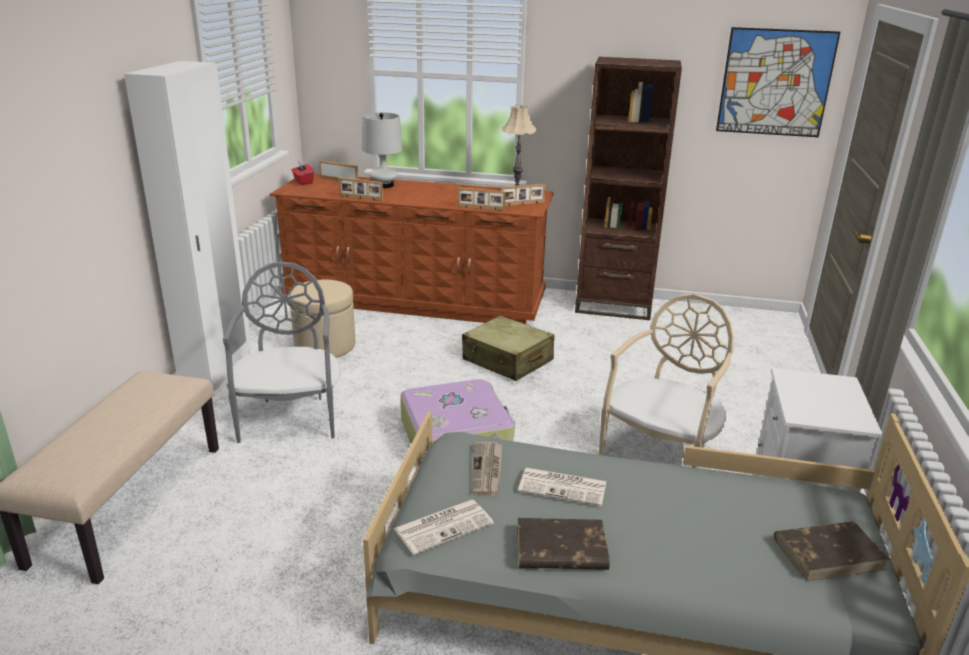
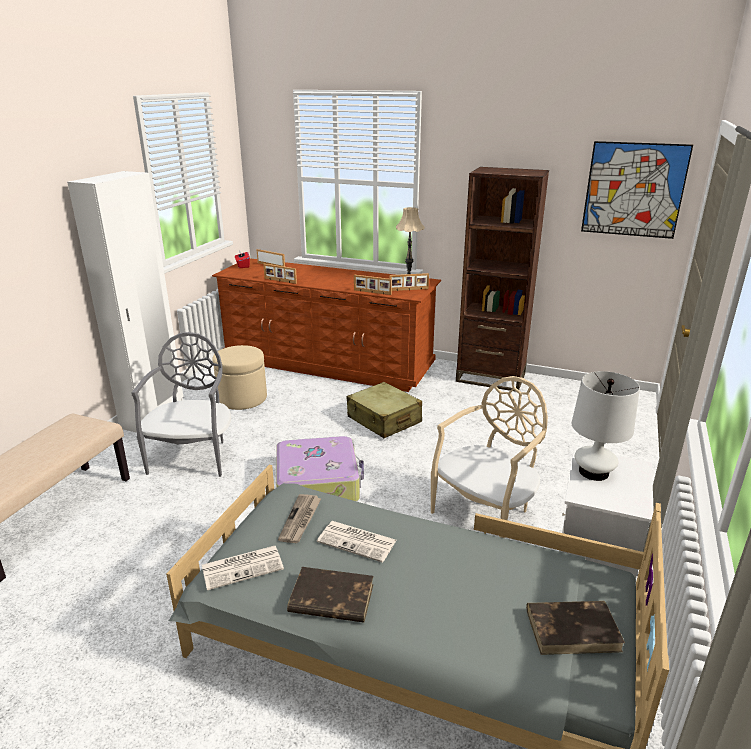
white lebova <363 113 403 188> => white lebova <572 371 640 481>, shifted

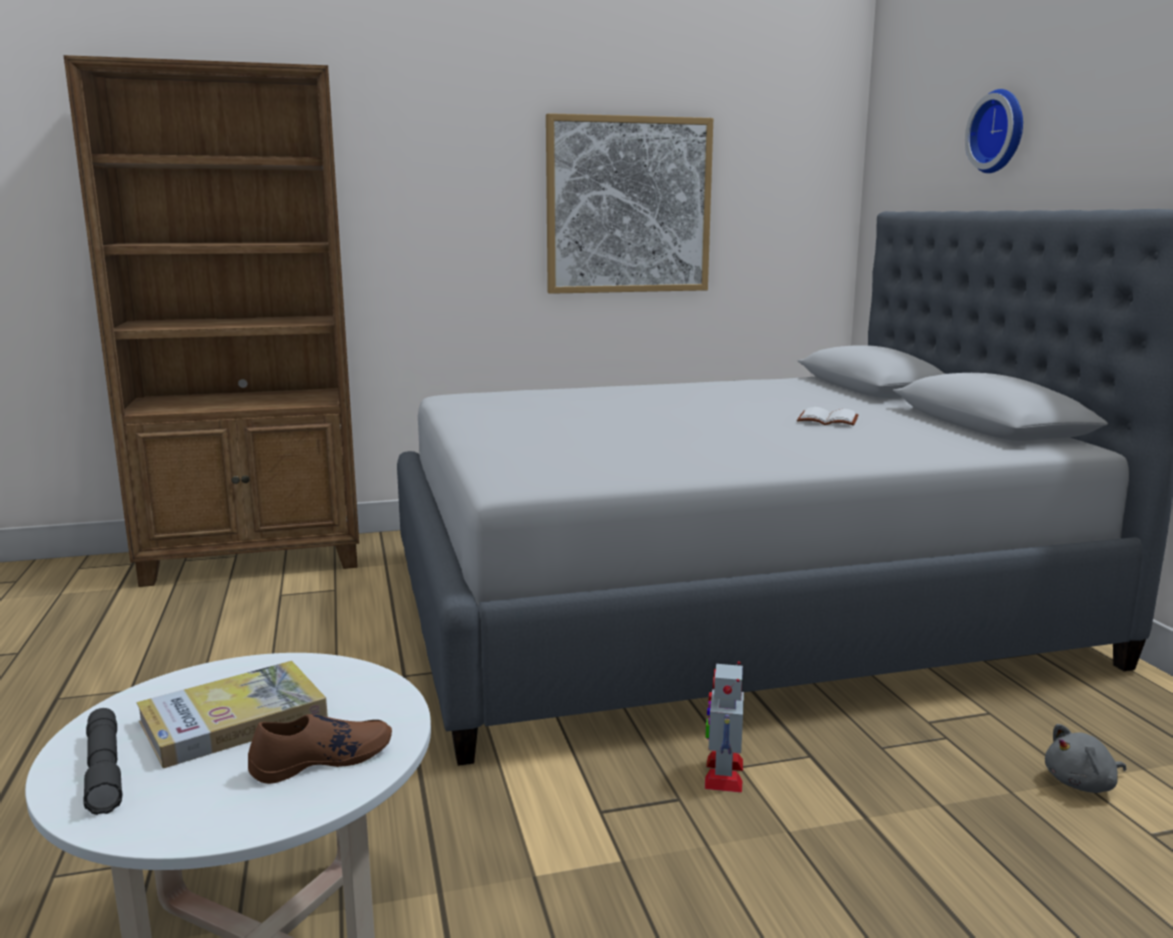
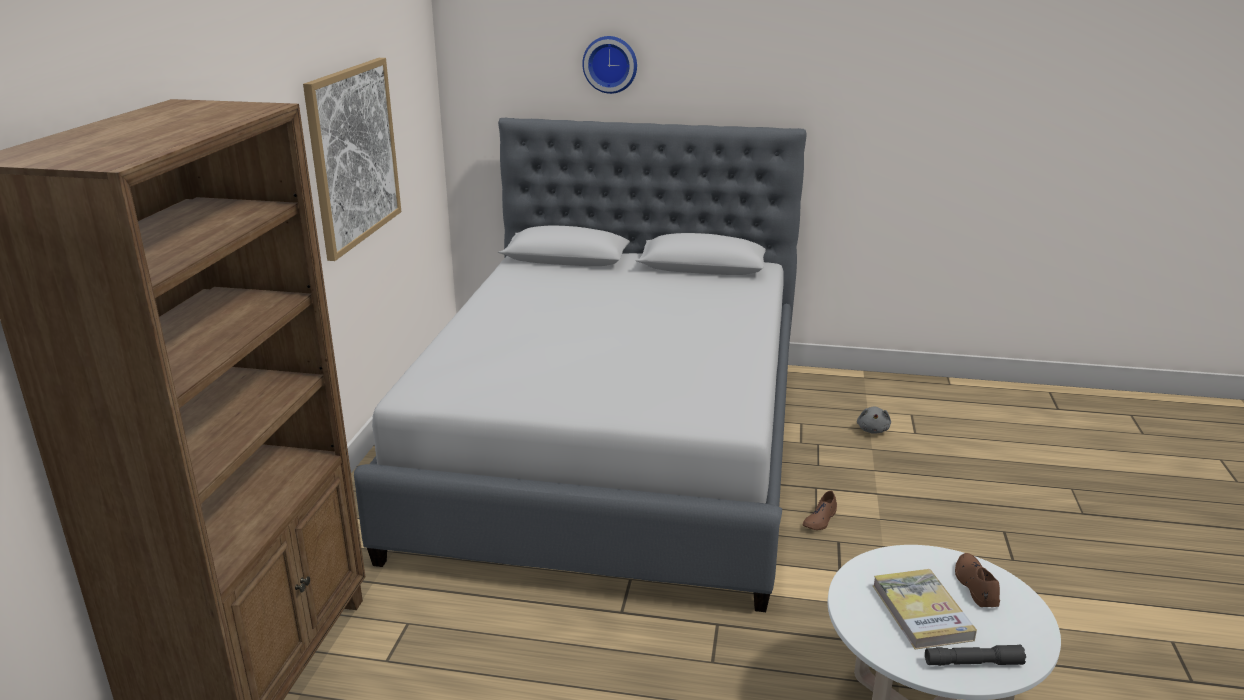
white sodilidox <797 407 858 426> => nothing
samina <705 661 744 793> => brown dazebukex <803 491 837 530>

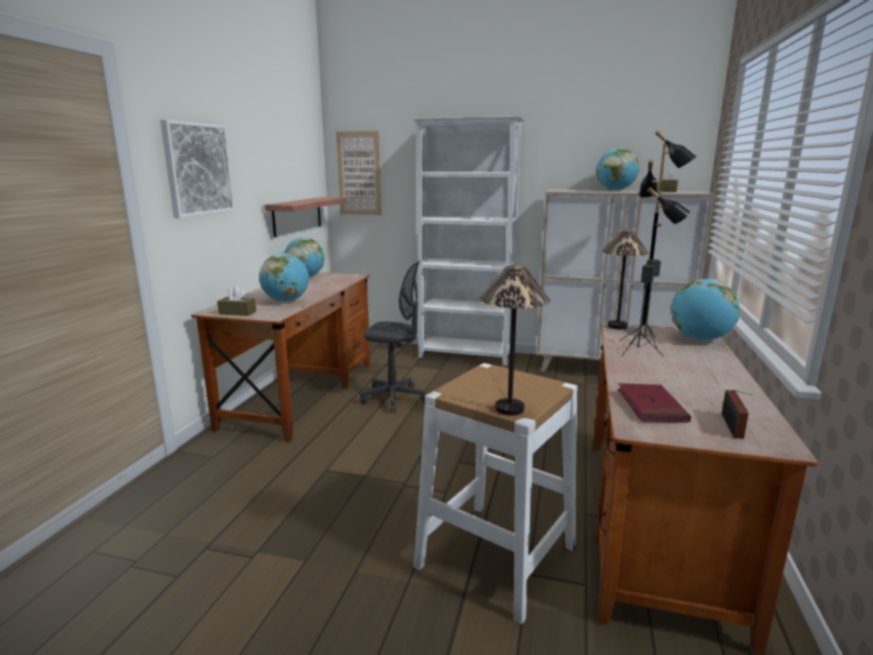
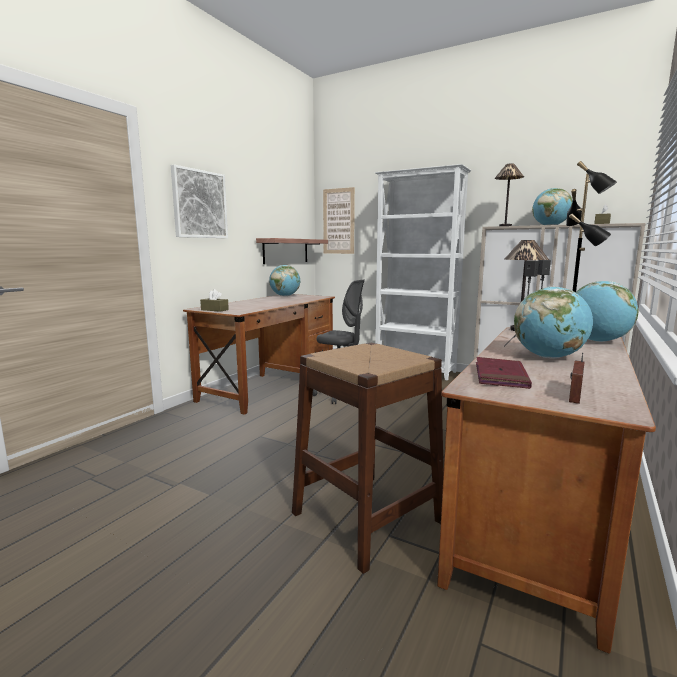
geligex <259 253 309 302> => geligex <514 286 593 359>, shifted
lebova <480 266 550 416> => lebova <495 163 524 226>, shifted
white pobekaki <413 363 578 624> => brown pobekaki <292 342 444 574>

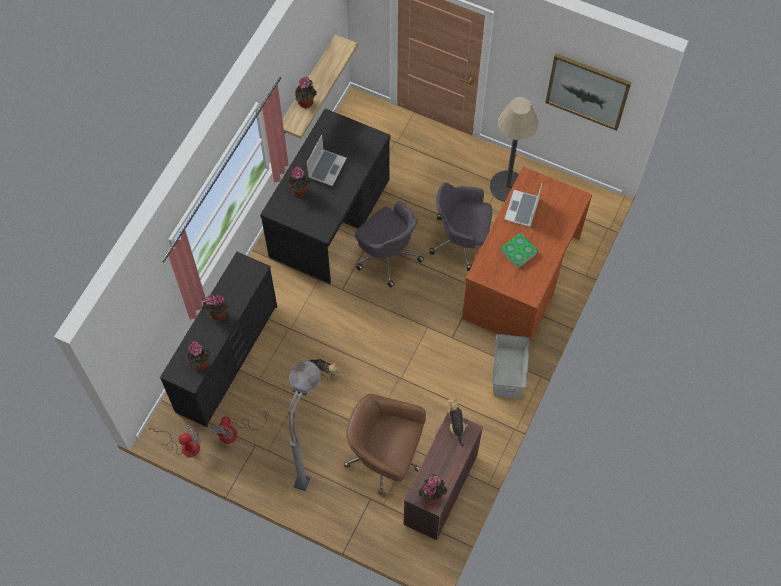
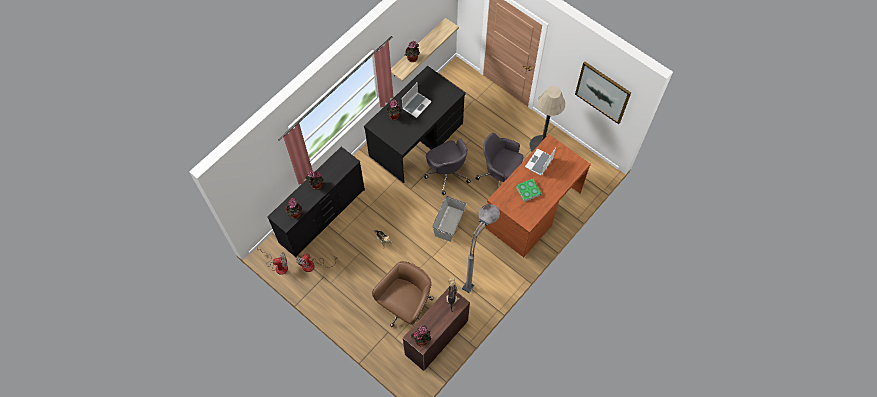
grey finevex <288 361 320 491> => grey finevex <462 204 500 293>, shifted
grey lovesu <492 334 530 399> => grey lovesu <432 196 467 242>, shifted
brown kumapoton <344 394 426 495> => brown kumapoton <372 261 434 327>, 90 degrees clockwise

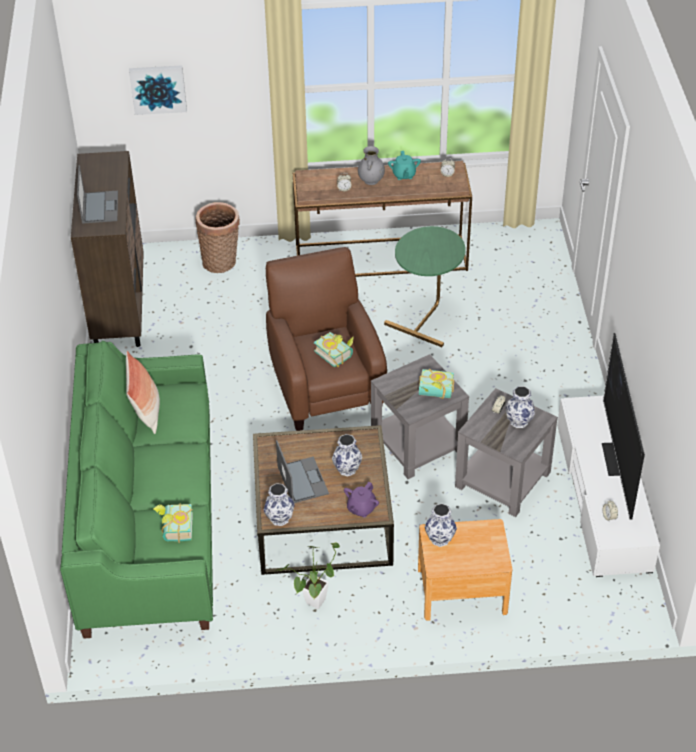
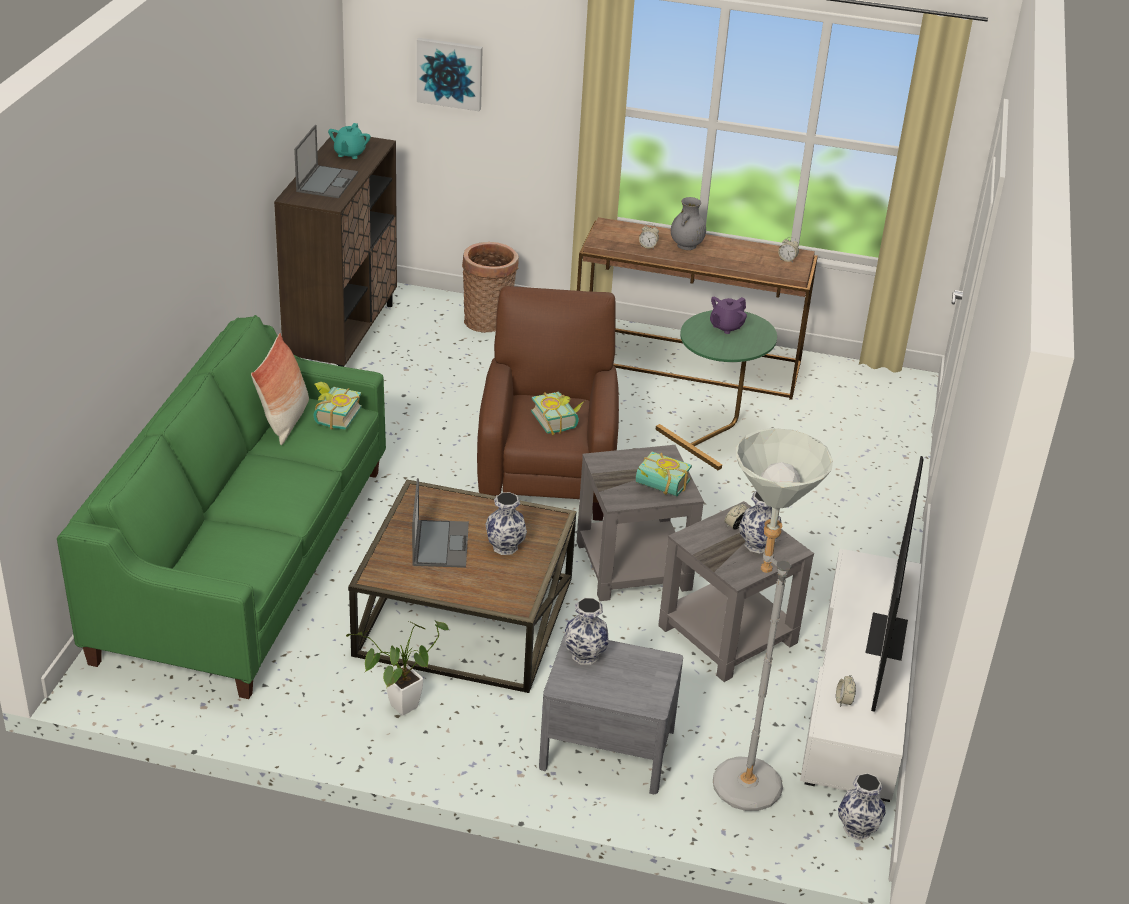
nothing => grey finevex <713 428 833 811>
sodilidox <154 503 193 543> => sodilidox <313 382 362 430>, shifted
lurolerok <264 483 295 526> => lurolerok <838 773 886 840>, shifted
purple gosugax <344 482 379 517> => purple gosugax <710 297 747 334>, shifted
turquoise gosugax <388 151 421 180> => turquoise gosugax <328 123 370 159>, shifted
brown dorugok <418 519 512 621> => grey dorugok <539 634 683 794>

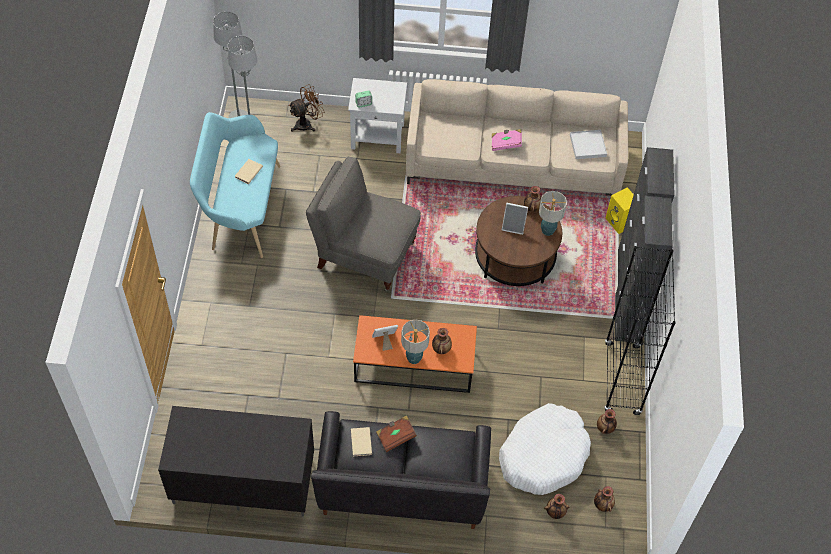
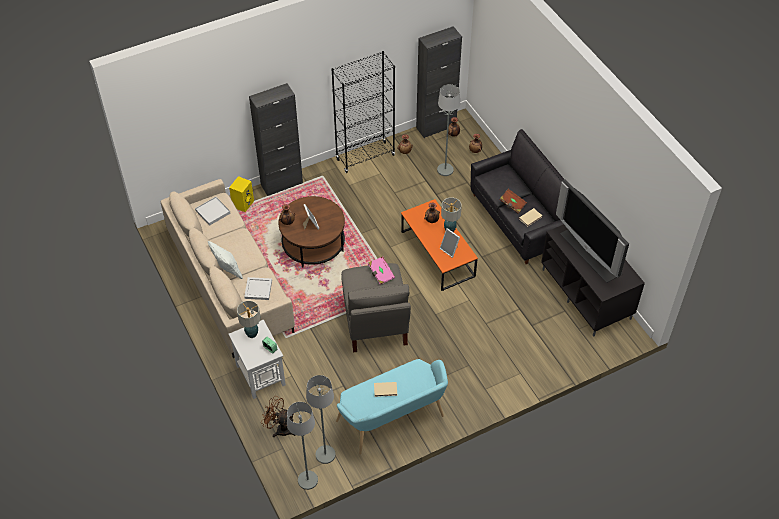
nothing => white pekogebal <208 241 243 279>
nothing => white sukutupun <244 277 272 300>
nothing => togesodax <556 179 629 283>
pink sodilidox <492 129 522 151> => pink sodilidox <368 256 395 285>, shifted
lebova <539 191 567 236> => lebova <237 301 260 338>, shifted
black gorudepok <615 196 673 343> => black gorudepok <416 26 462 138>, shifted
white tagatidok <499 403 591 495> => grey finevex <437 84 460 176>

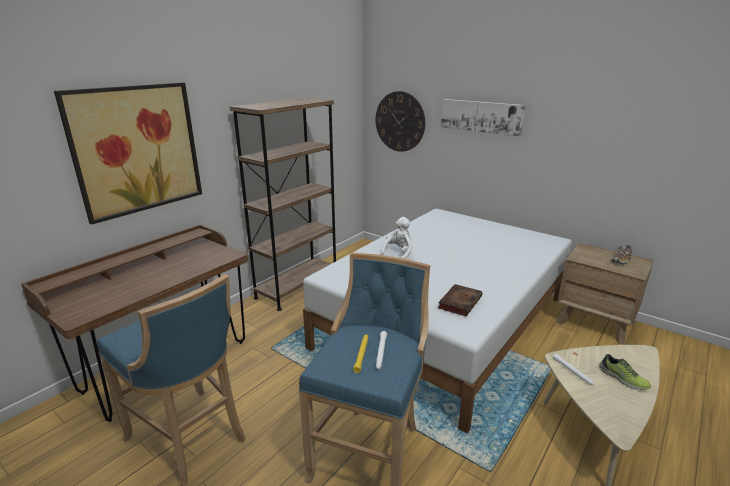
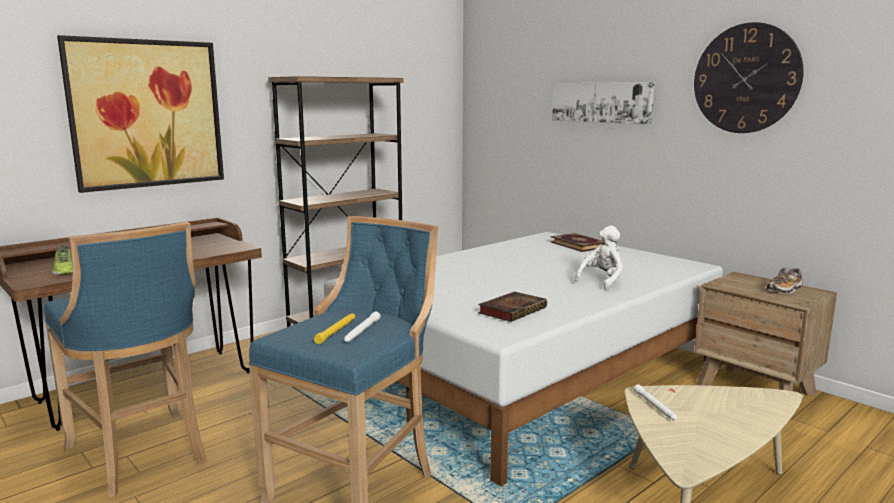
nothing => sodilidox <550 233 605 252>
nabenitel <375 91 425 152> => nabenitel <694 22 804 133>, shifted
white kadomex <380 217 412 259> => white kadomex <574 226 623 290>, shifted
dazebukex <599 354 651 390> => dazebukex <52 246 73 275>, shifted

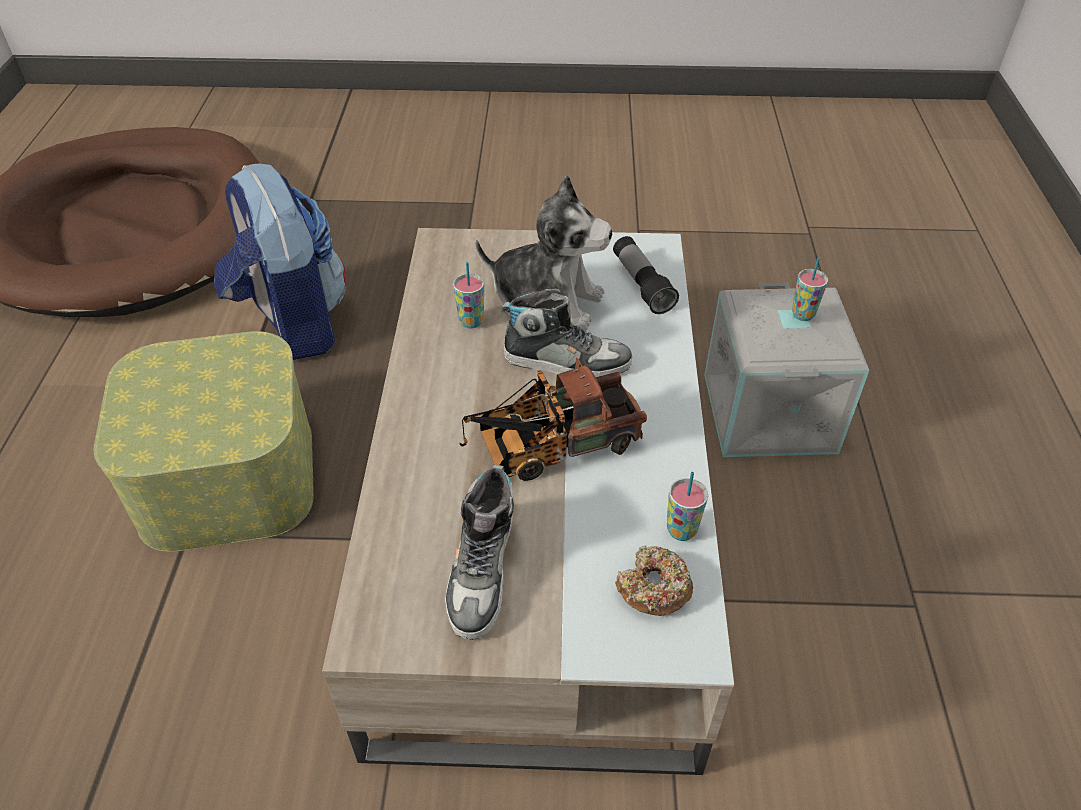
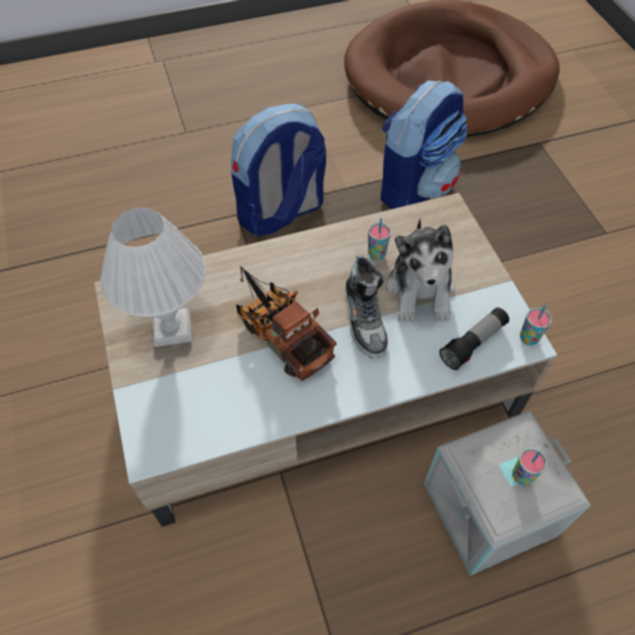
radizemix <615 545 693 616> => nothing
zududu <667 472 708 541> => zududu <520 305 552 346>, shifted
lovesu <94 331 314 552> => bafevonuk <231 104 326 237>
dazebukex <445 464 514 640> => white lebova <101 207 206 347>

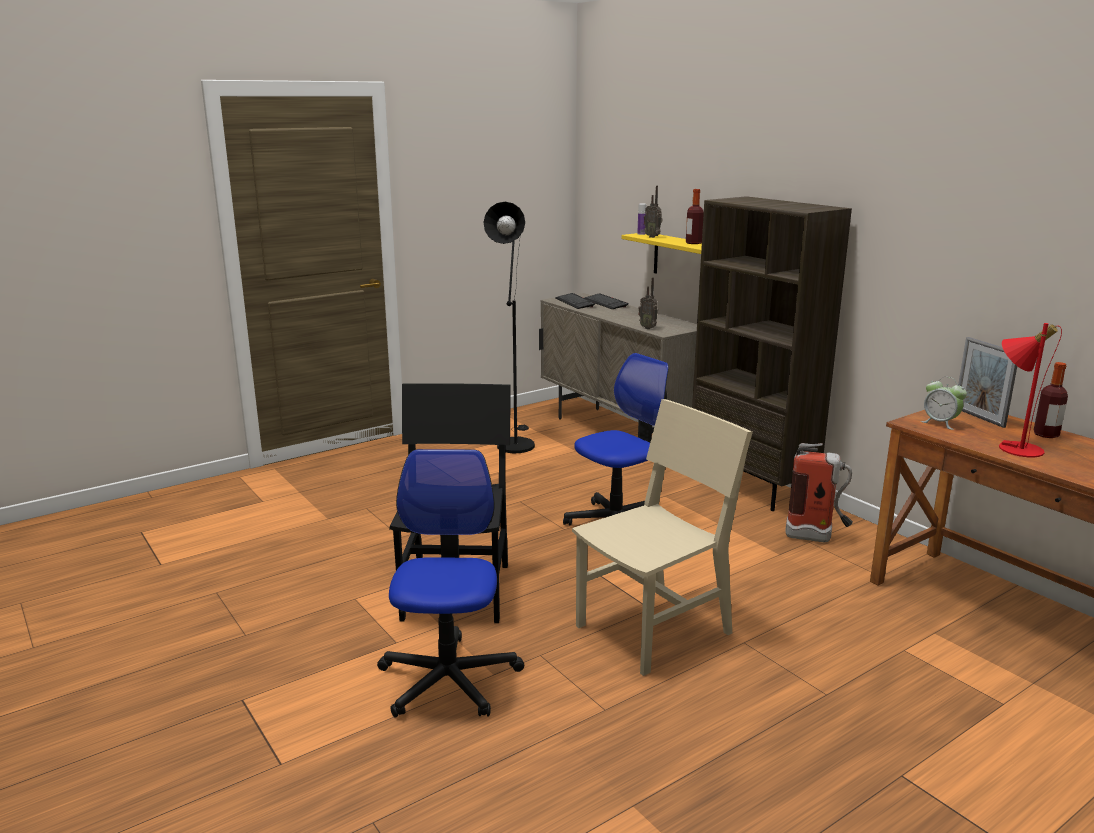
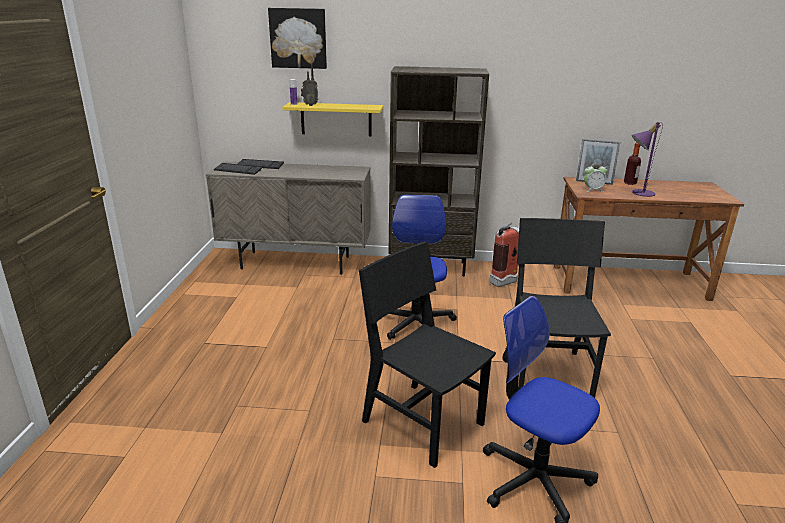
black finevex <483 202 535 453> => nothing
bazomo <638 277 658 329> => nothing
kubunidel <686 189 704 244> => nothing
nothing => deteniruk <268 8 327 69>
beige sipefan <572 399 753 676> => black sipefan <515 218 611 398>
red lebova <999 323 1062 457> => purple lebova <632 122 663 197>

